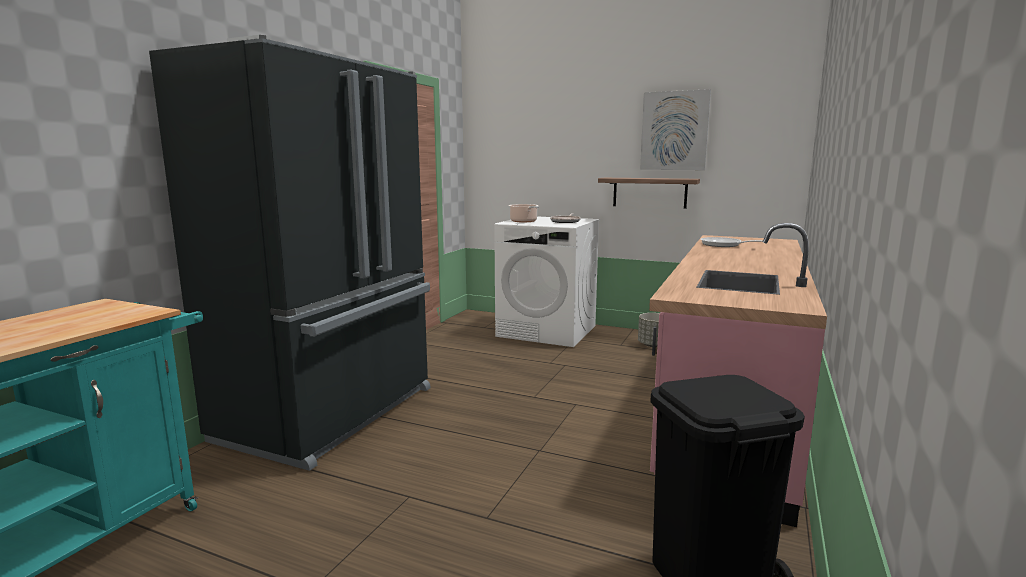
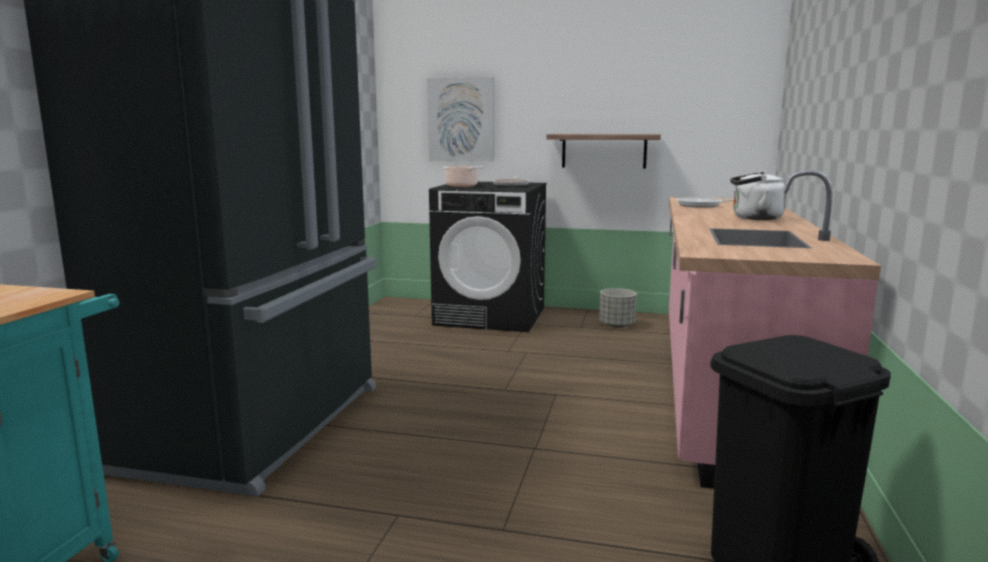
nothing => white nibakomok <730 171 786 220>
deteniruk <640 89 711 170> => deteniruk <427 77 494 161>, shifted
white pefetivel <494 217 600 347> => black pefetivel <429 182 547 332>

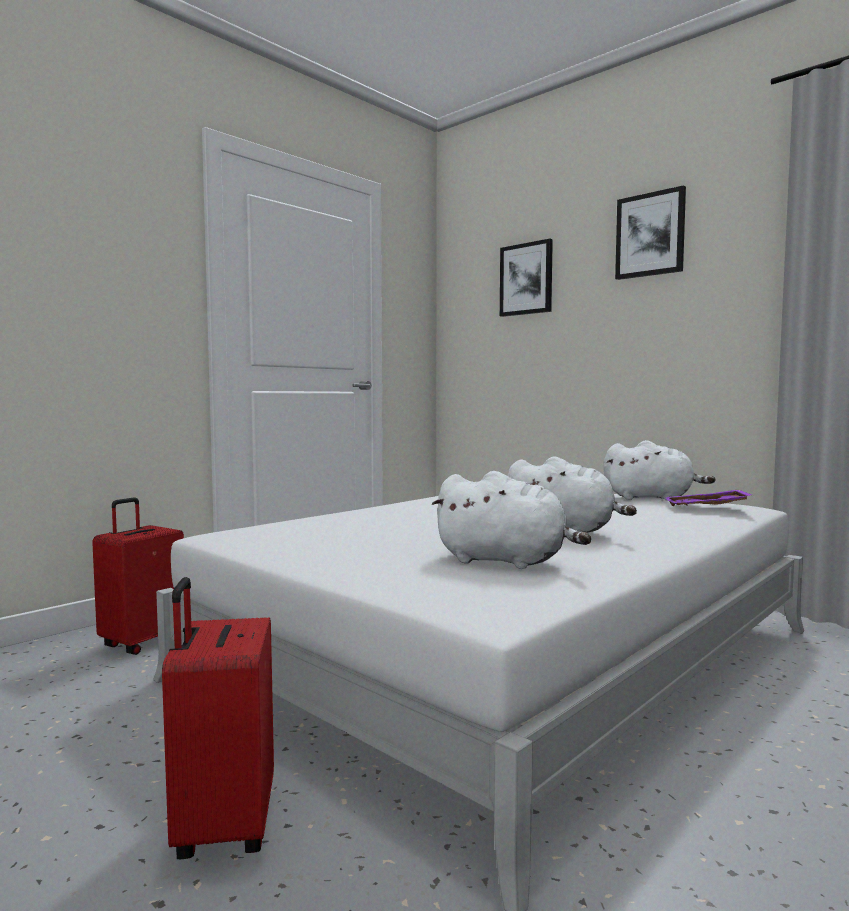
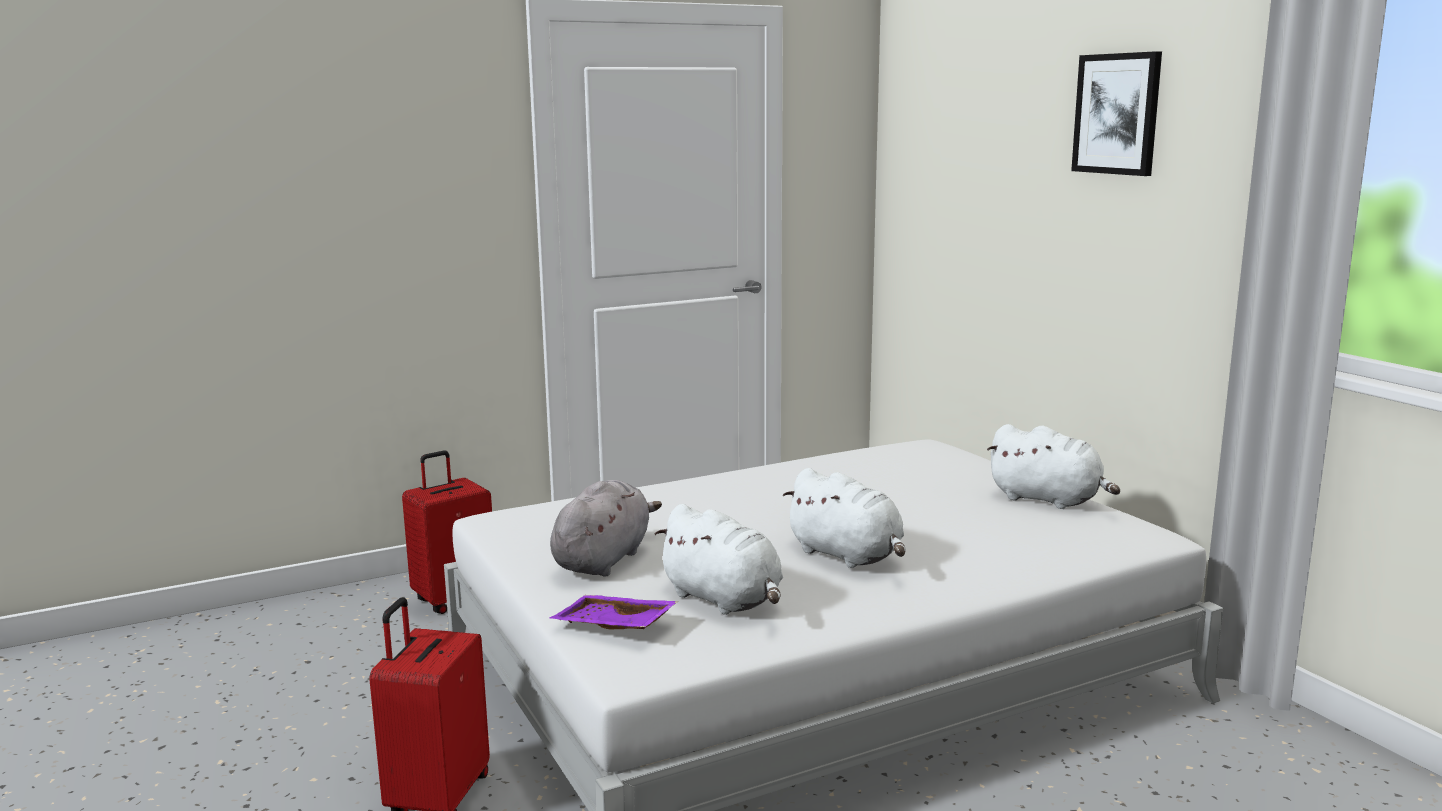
deteniruk <500 239 553 317> => nothing
nothing => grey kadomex <550 480 662 577>
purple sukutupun <666 490 751 506> => purple sukutupun <550 595 679 629>, shifted

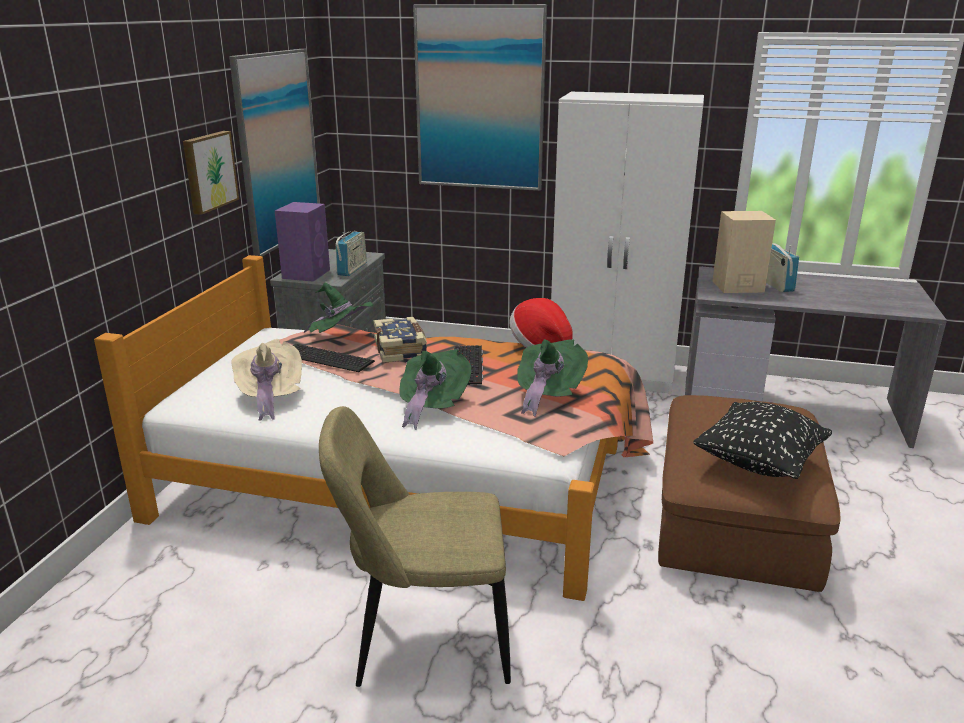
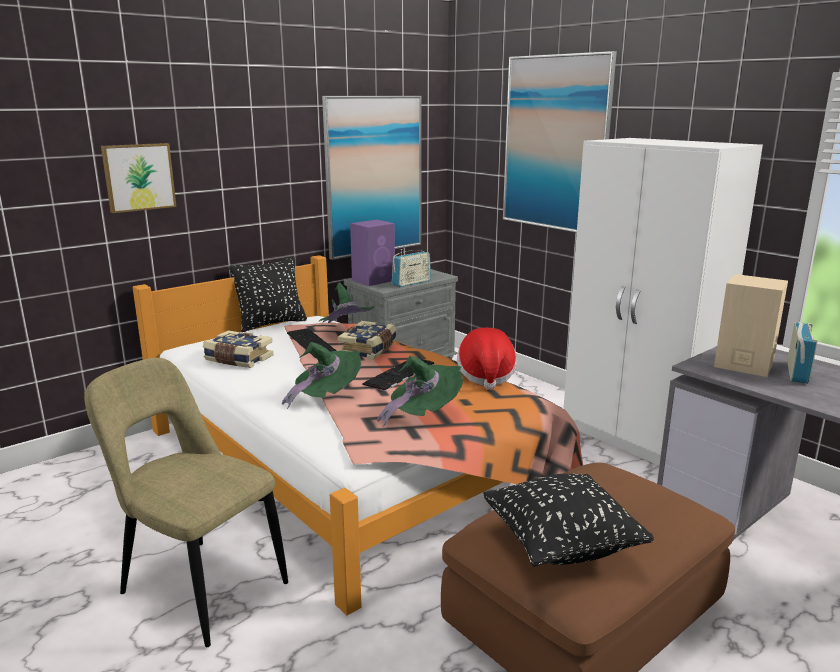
nothing => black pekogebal <229 257 307 332>
deteniruk <183 131 239 215> => deteniruk <101 143 177 213>, shifted
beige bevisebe <231 339 302 421> => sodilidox <203 330 273 368>

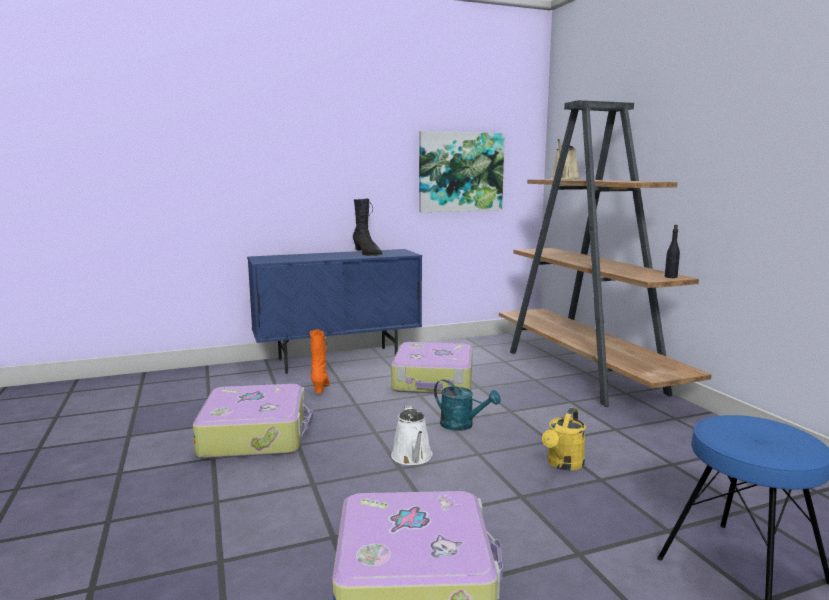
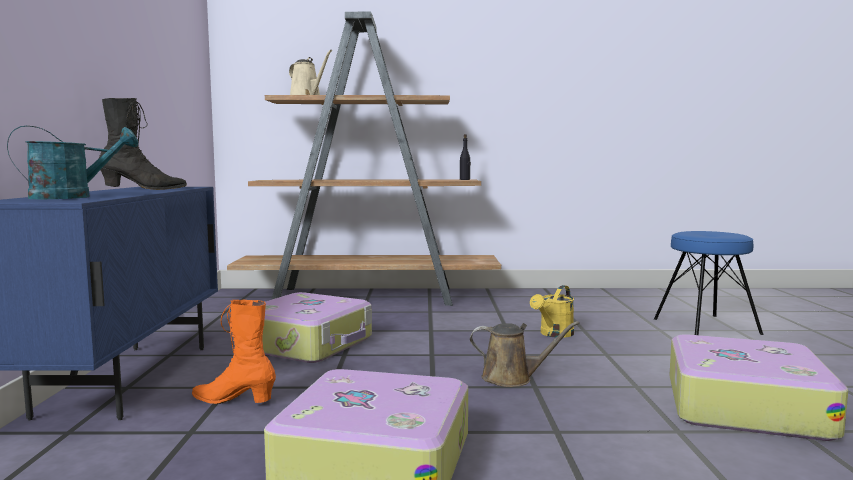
deteniruk <419 131 505 212> => nothing
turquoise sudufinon <434 379 501 431> => turquoise sudufinon <7 126 138 199>, shifted
white sudufinon <391 405 433 465> => brown sudufinon <470 321 580 387>
yellow sudufinon <542 408 586 470> => yellow sudufinon <530 285 574 338>, 75 degrees clockwise

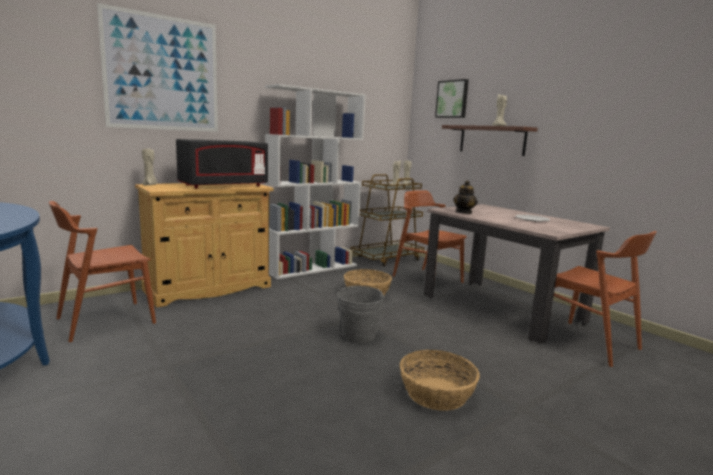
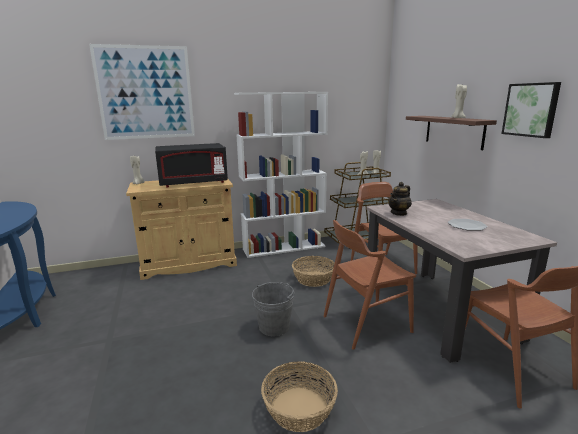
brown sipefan <49 201 156 342> => brown sipefan <324 220 416 350>, shifted
deteniruk <435 79 469 118> => deteniruk <502 82 561 138>, shifted

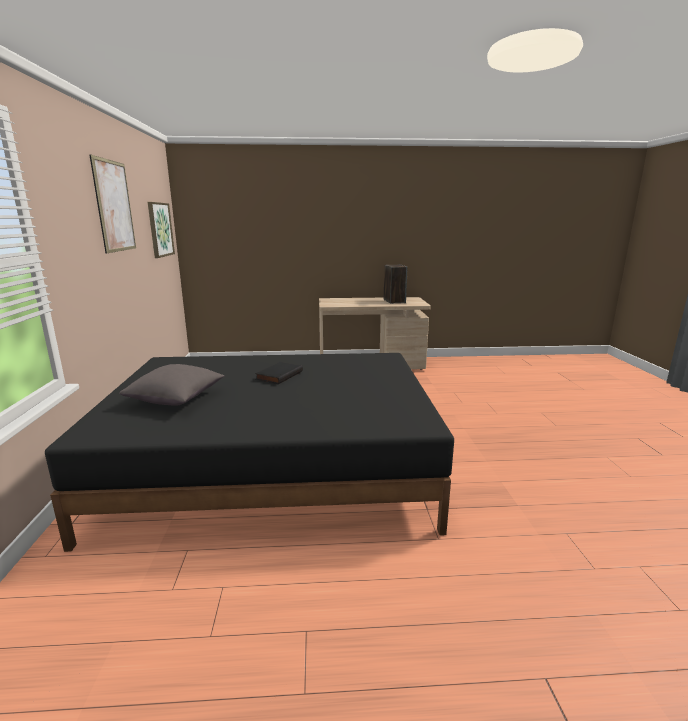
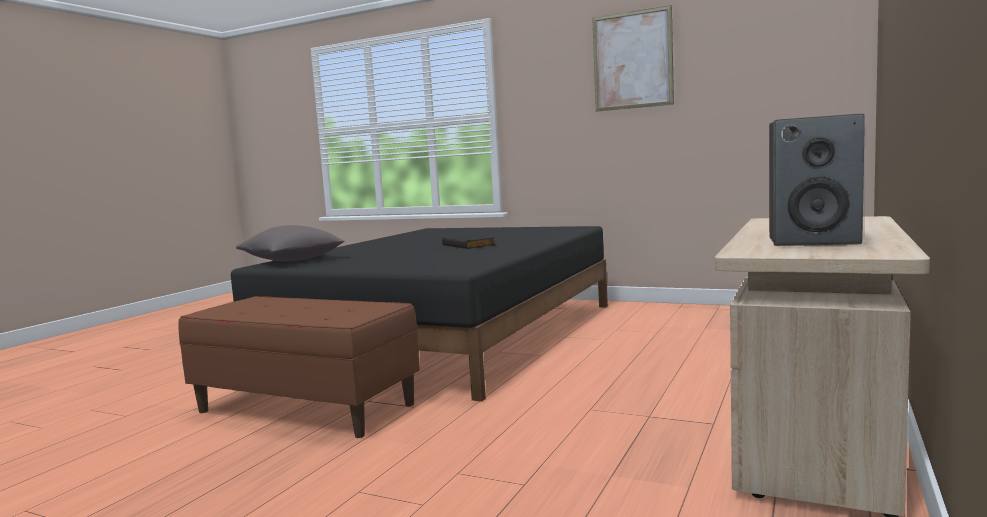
deteniruk <148 202 175 258> => nothing
nothing => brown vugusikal <178 296 420 438>
grey pekogebal <119 364 224 406> => grey pekogebal <236 225 345 261>, shifted

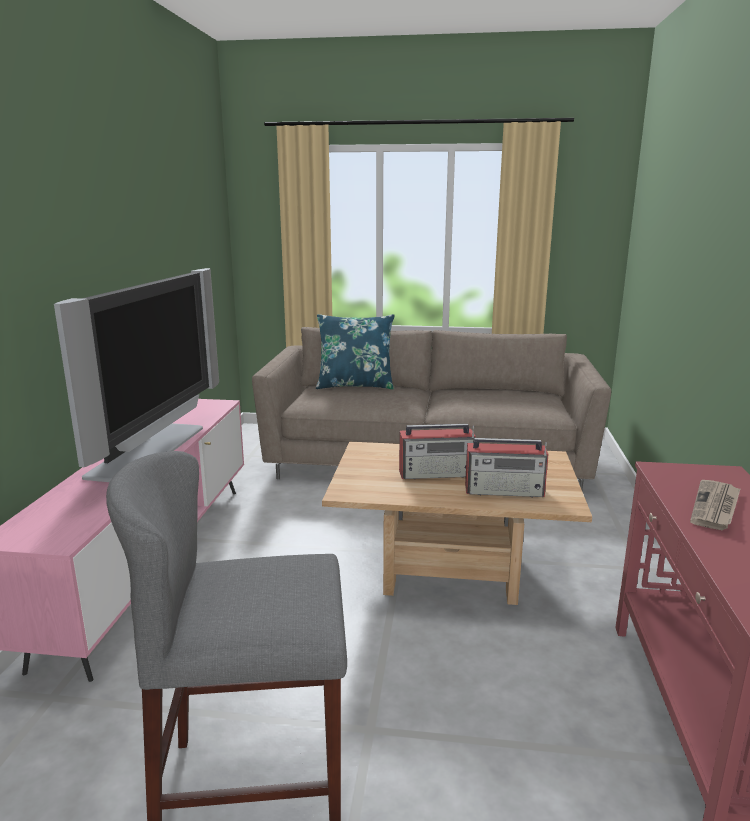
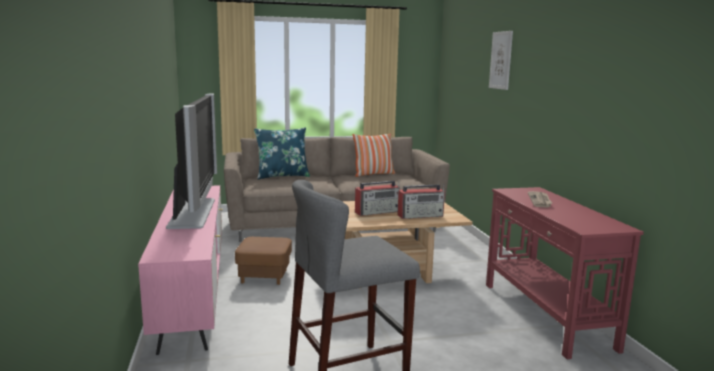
nothing => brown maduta <235 237 292 285>
nothing => pekogebal <353 133 395 177>
nothing => deteniruk <489 31 513 90>

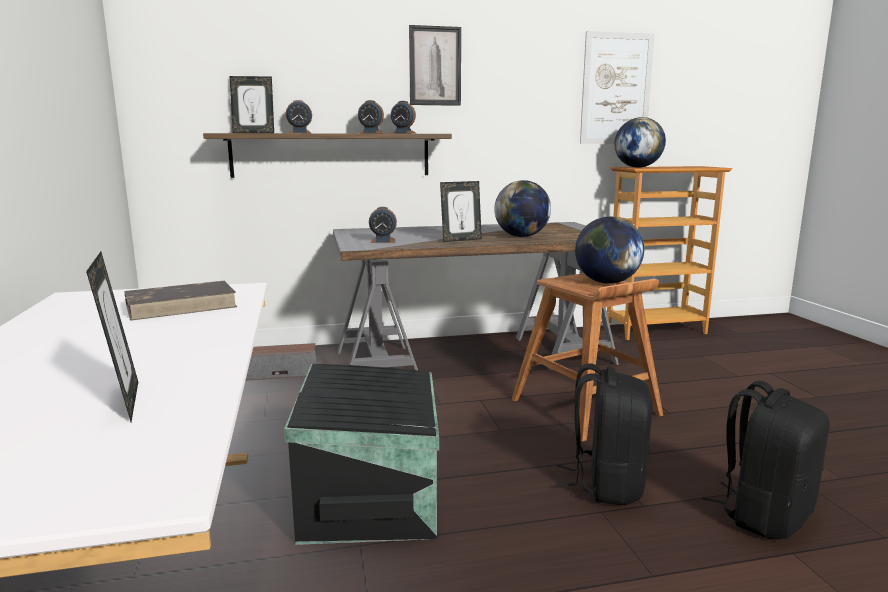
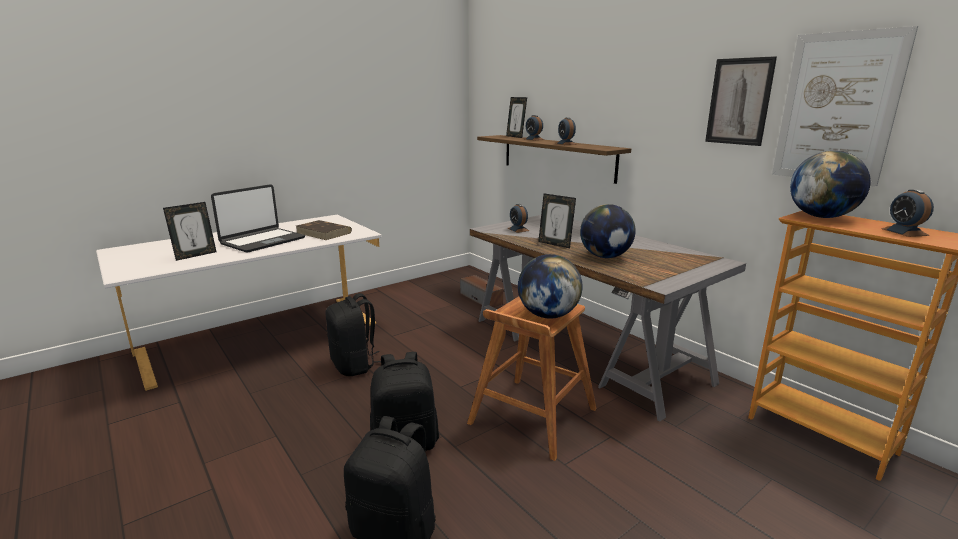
nothing => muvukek <211 184 305 253>
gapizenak <391 101 416 134> => gapizenak <881 189 934 237>, shifted
deteniruk <409 25 461 106> => deteniruk <705 56 777 146>, shifted
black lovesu <284 364 439 545> => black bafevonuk <325 293 381 376>

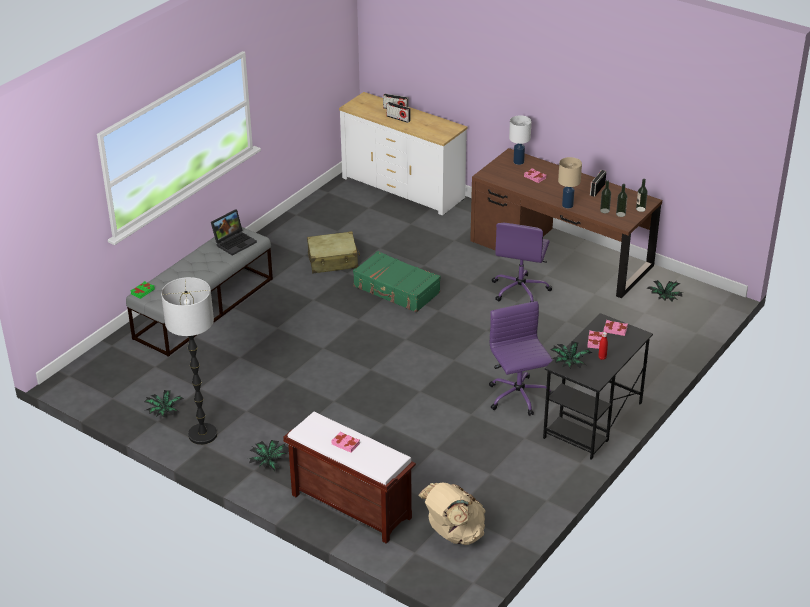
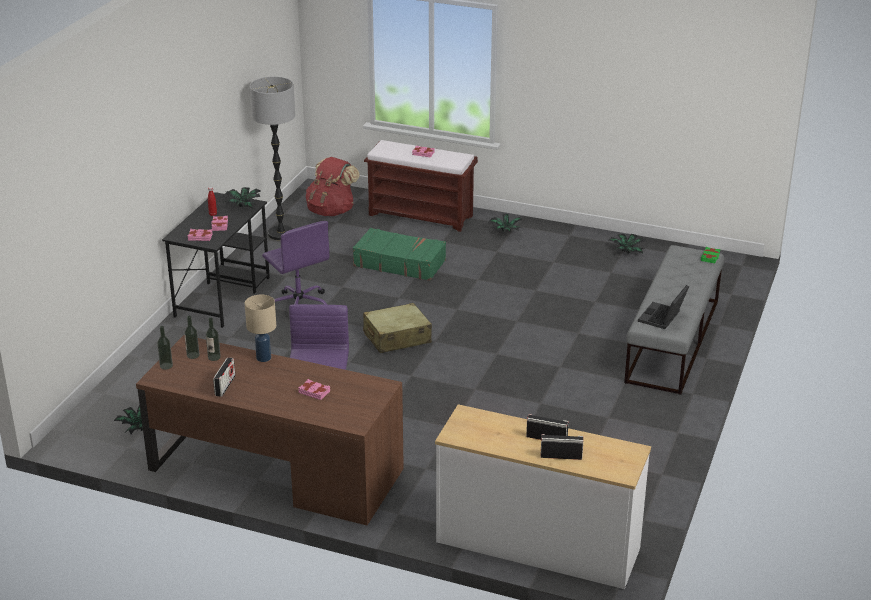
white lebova <509 115 531 165> => nothing
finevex <161 277 217 445> => finevex <250 77 295 240>, shifted
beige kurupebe <307 231 360 274> => beige kurupebe <363 303 432 353>, shifted
green kurupebe <353 251 441 312> => green kurupebe <353 228 446 281>, shifted
beige bafevonuk <418 482 486 545> => red bafevonuk <306 157 360 216>

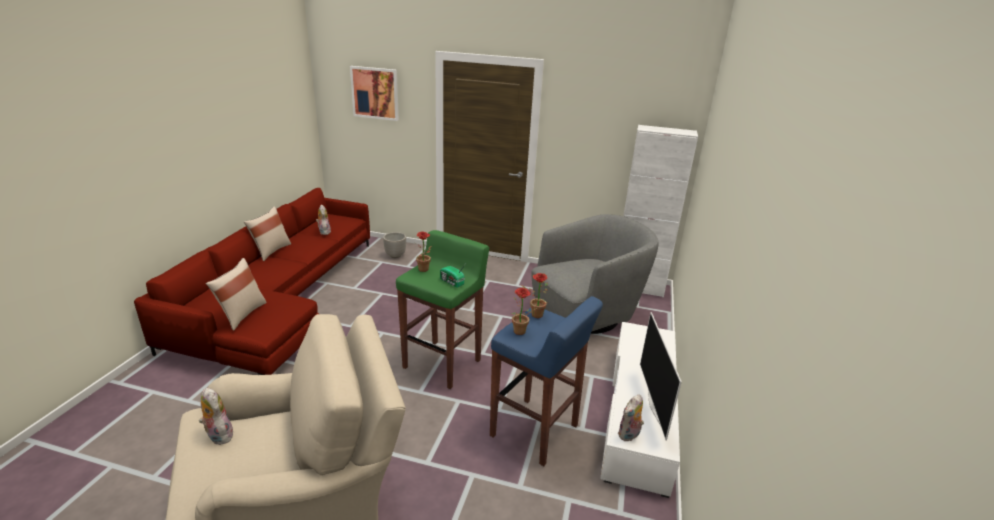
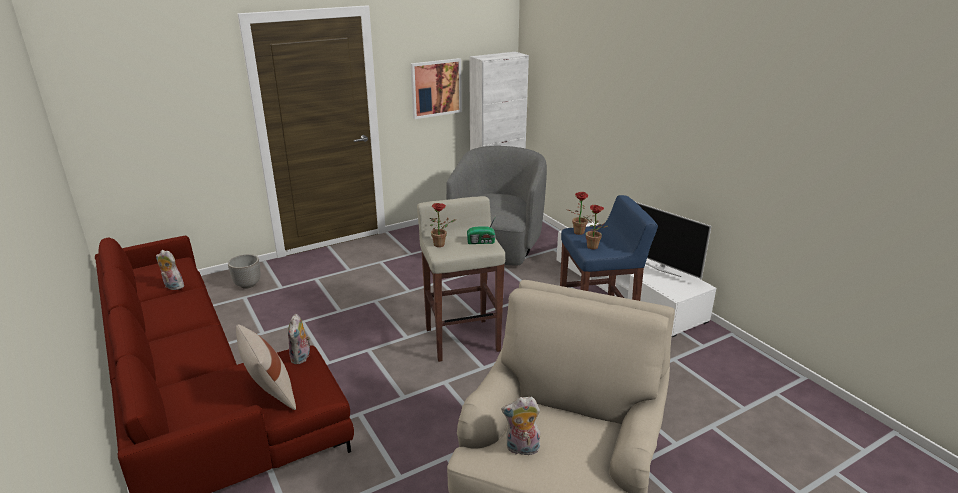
beige pekogebal <244 206 291 261> => nothing
deteniruk <350 66 399 121> => deteniruk <410 58 462 119>, shifted
kadomex <618 394 644 441> => kadomex <288 314 311 364>, shifted
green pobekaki <396 230 489 389> => beige pobekaki <417 196 505 362>

